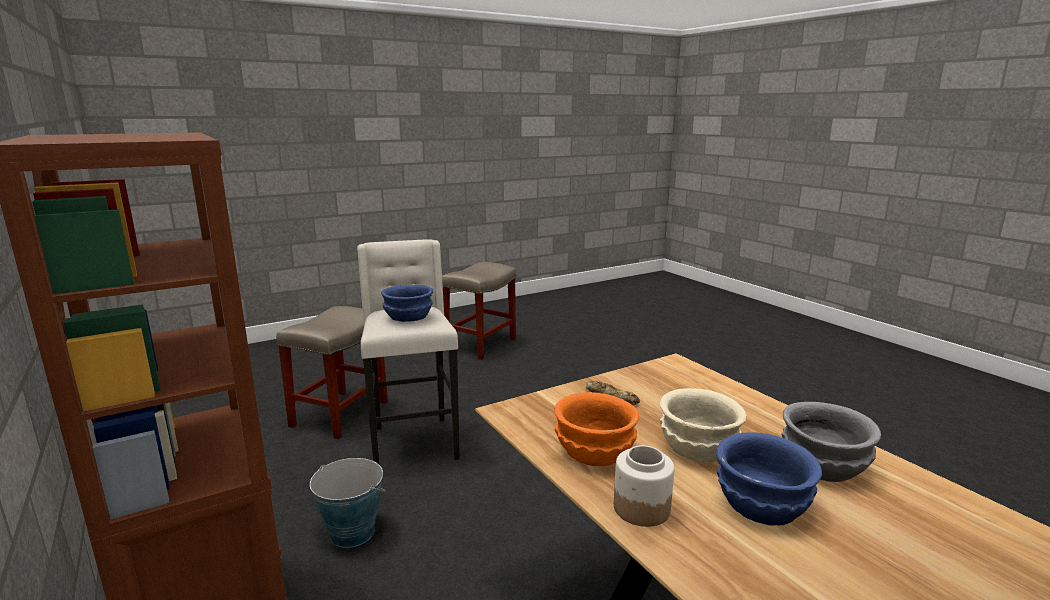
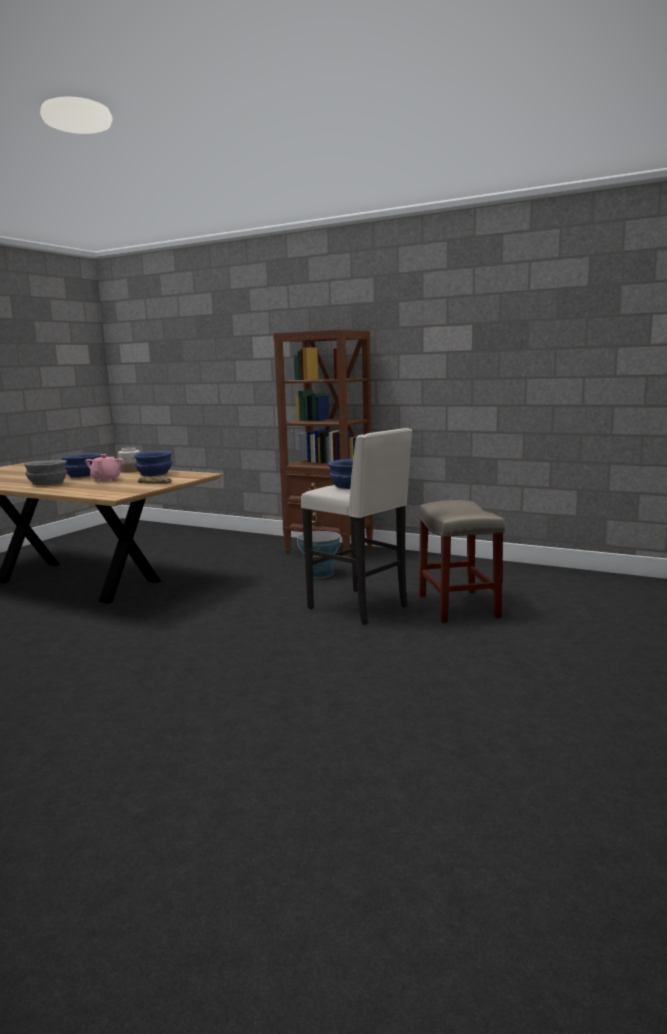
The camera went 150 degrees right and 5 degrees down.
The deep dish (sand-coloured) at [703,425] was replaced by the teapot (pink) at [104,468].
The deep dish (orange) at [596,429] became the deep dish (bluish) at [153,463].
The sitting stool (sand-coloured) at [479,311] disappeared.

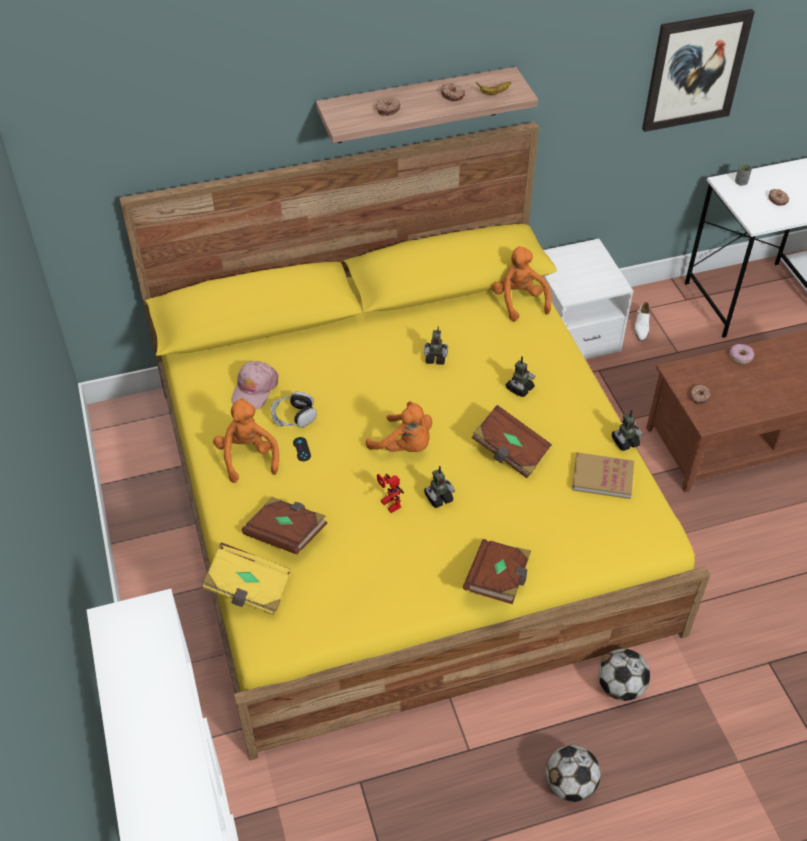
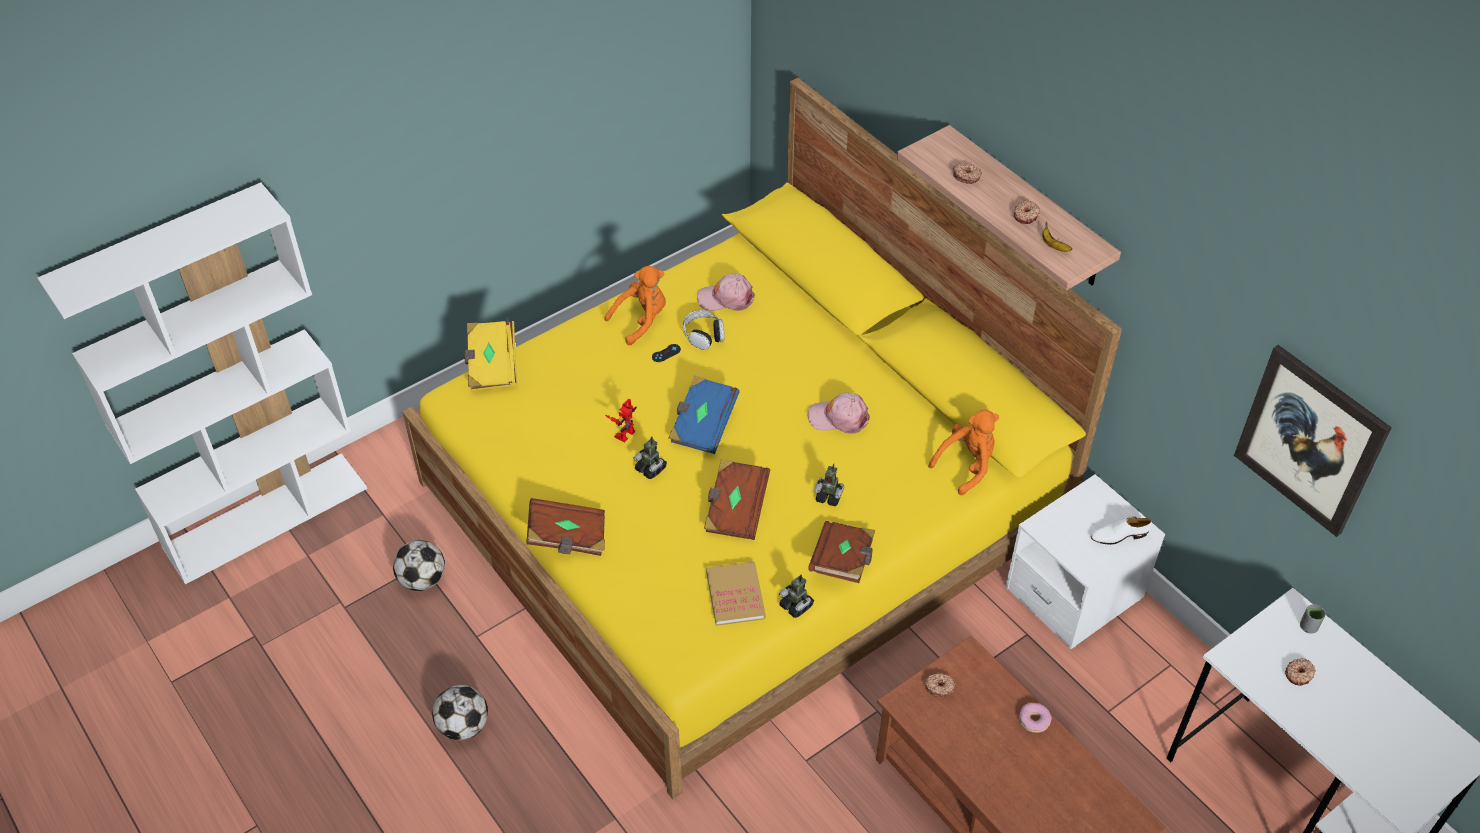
The camera went 70 degrees right and 0 degrees up.
The ball for football moved from [624,674] to [419,565].
The plush toy (orange) at [399,426] was replaced by the volume (bluish) at [704,415].
The toy robot at [436,345] was replaced by the peaked cap (pink) at [839,413].
The volume (brown) moved from [285,526] to [841,552].
The low shoe (whitish) moved from [642,321] to [1121,530].

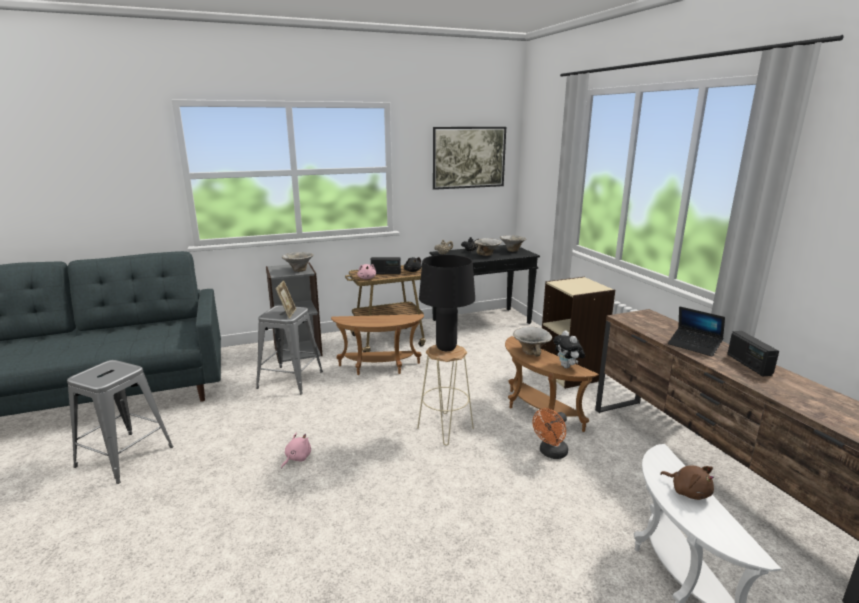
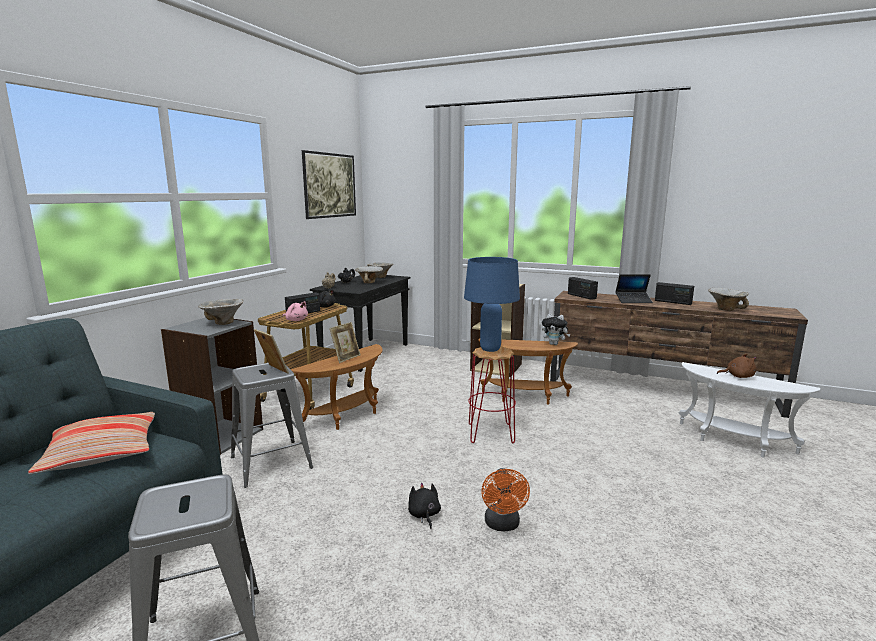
The camera went 45 degrees left and 5 degrees down.
The pillow at [91,443] appeared.
The photo frame at [345,342] appeared.
The plush toy (pink) at [296,450] became the plush toy (black) at [424,506].
The tabletop lamp (black) at [447,303] became the tabletop lamp (bluish) at [492,304].
The sitting stool (sand-coloured) at [445,395] became the sitting stool (reddish) at [492,394].
The electric fan (orange) moved from [550,433] to [505,499].
The radio set at [583,288] appeared.
The deep dish moved from [532,342] to [728,299].

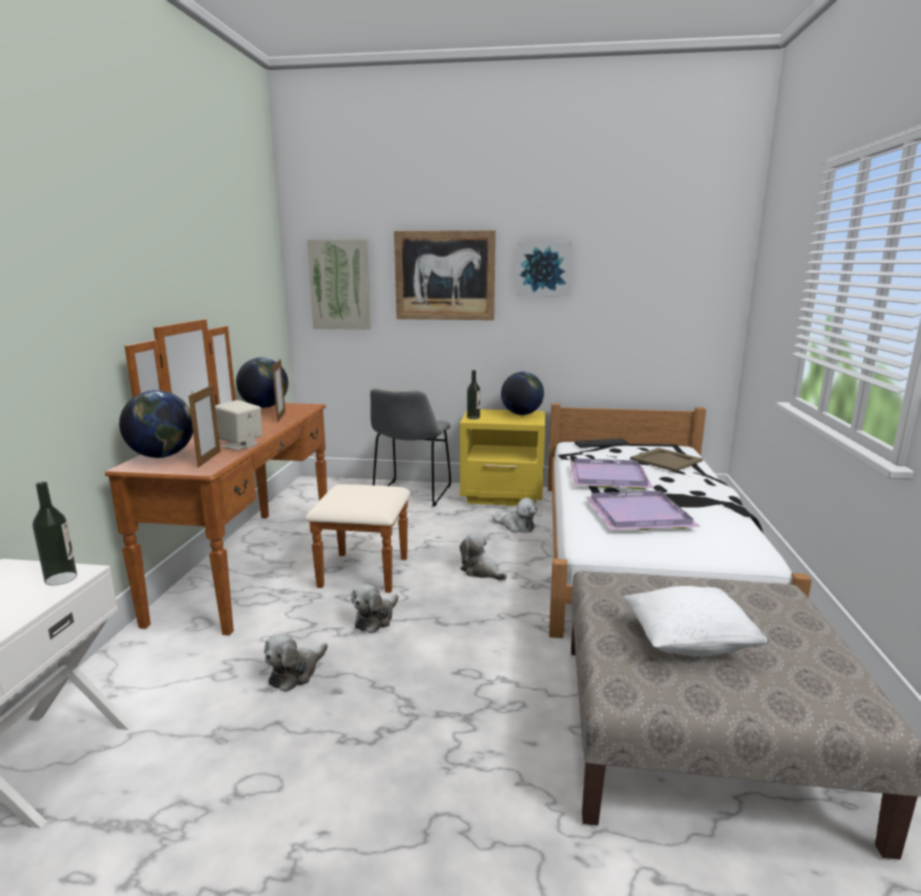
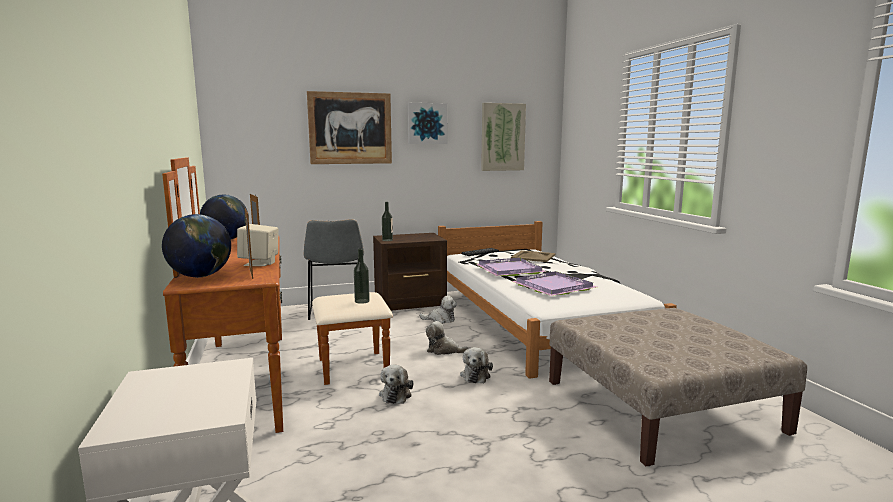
The camera went 25 degrees left and 5 degrees down.
The drink bottle moved from [55,534] to [362,276].
The night table (yellow-coloured) at [502,457] became the night table (brown) at [410,272].
The plush toy moved from [296,663] to [476,365].
The picture moved from [339,284] to [503,137].
The globe at [522,393] disappeared.
The pillow (whitish) at [696,621] disappeared.

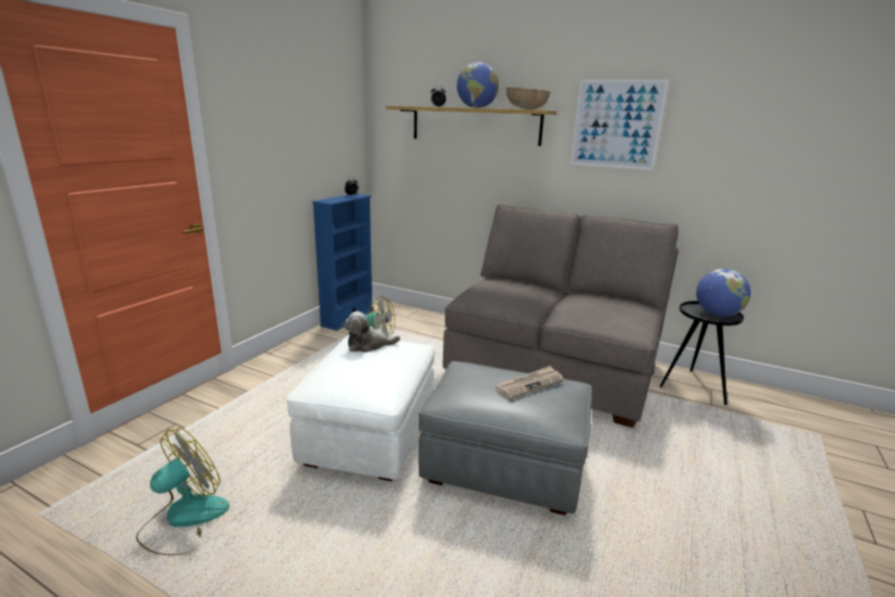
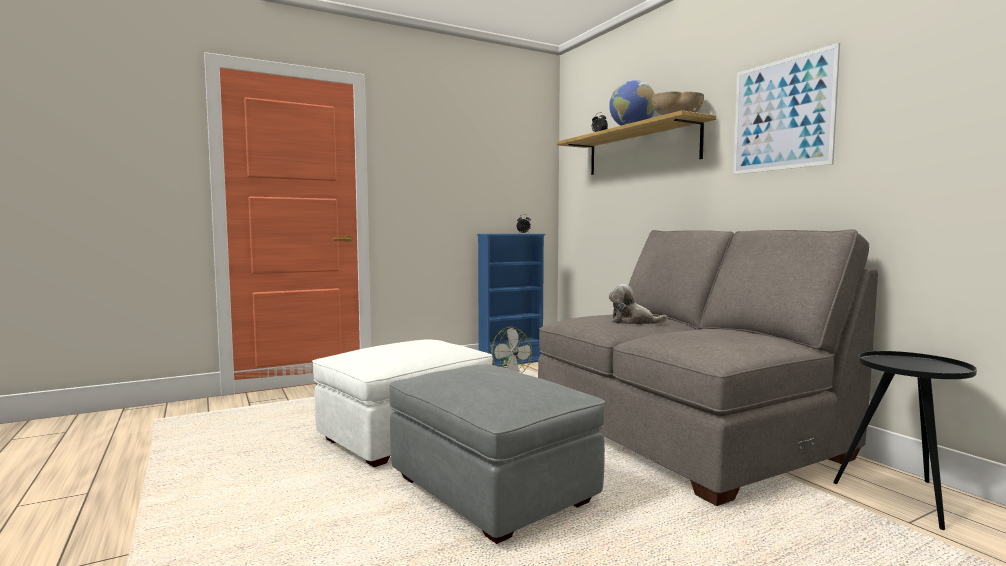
The camera went 35 degrees right and 15 degrees down.
The plush toy moved from [371,331] to [638,304].
The electric fan at [182,491] disappeared.
The newspaper at [530,382] disappeared.
The globe at [723,293] disappeared.

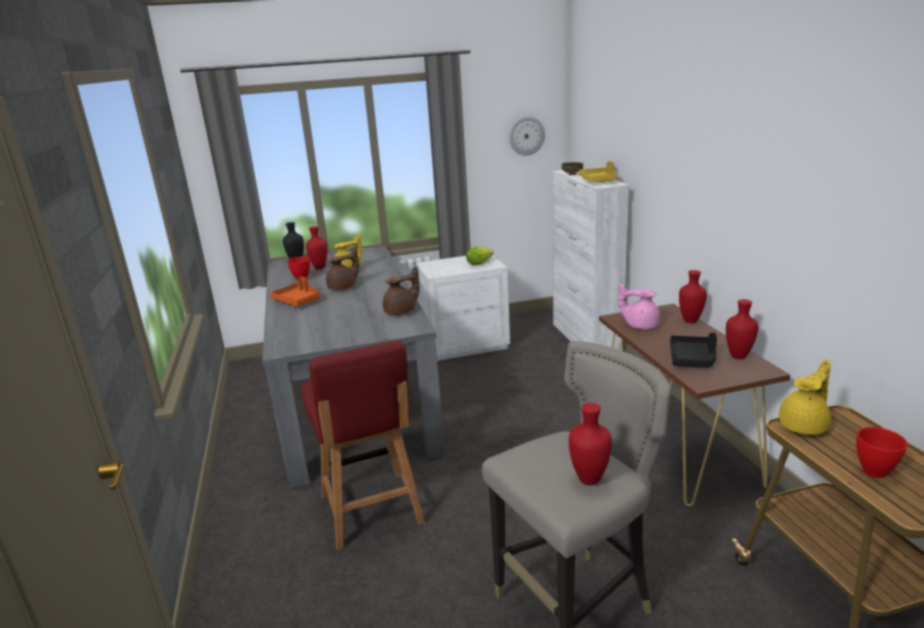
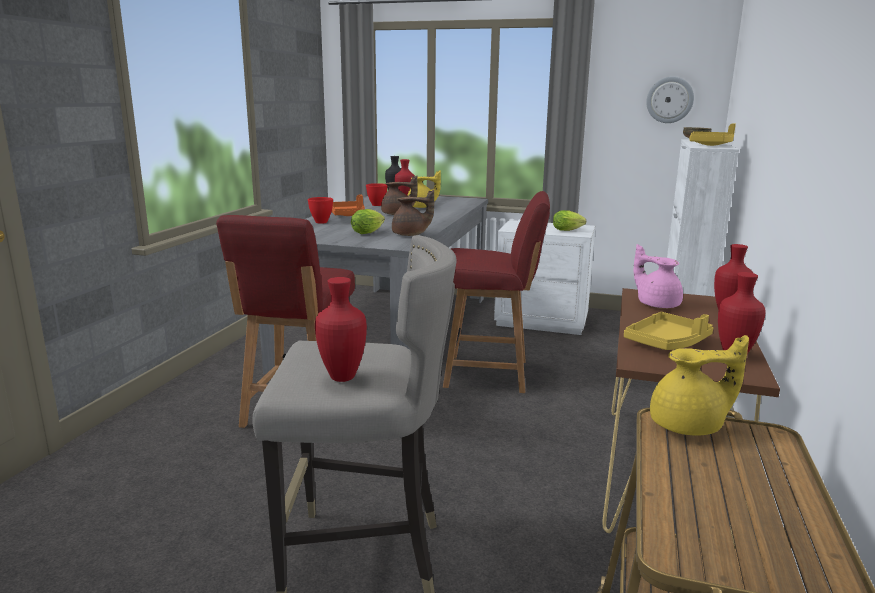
The camera went 30 degrees right and 5 degrees down.
The deep dish (reddish) moved from [882,452] to [320,210].
The head of lettuce at [368,221] appeared.
The upright chair (reddish) at [496,292] appeared.
The tray (black) at [693,350] became the tray (yellow-coloured) at [668,331].

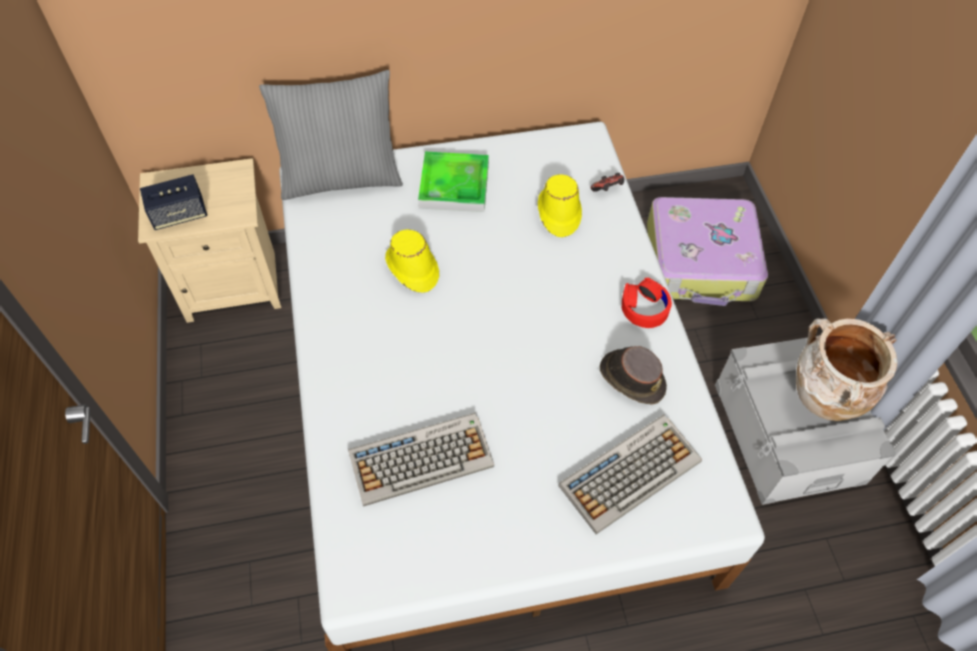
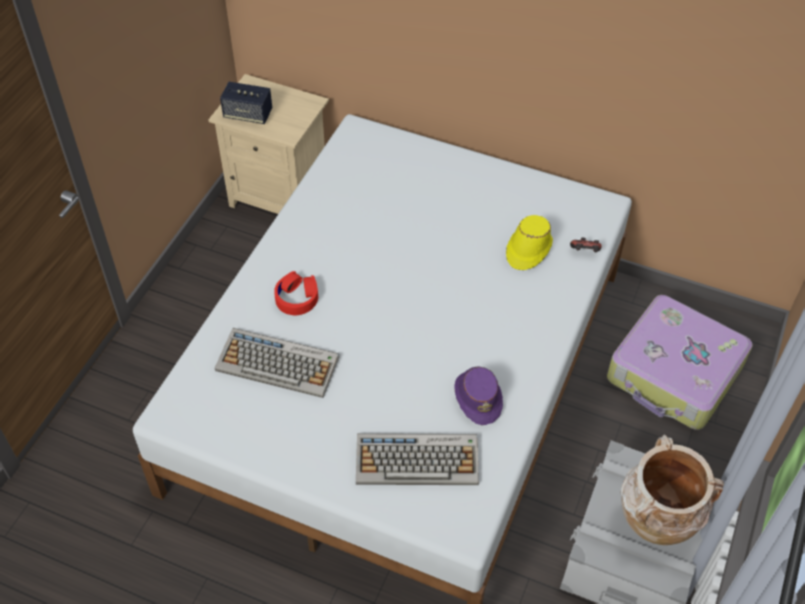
The camera went 35 degrees right and 5 degrees down.
The headset (reddish) moved from [647,303] to [296,293].
The hat (brown) at [633,375] became the hat (purple) at [478,396].
The pillow (gray) at [331,135] disappeared.
The hat (yellow-coloured) at [412,261] disappeared.
The tray at [453,182] disappeared.

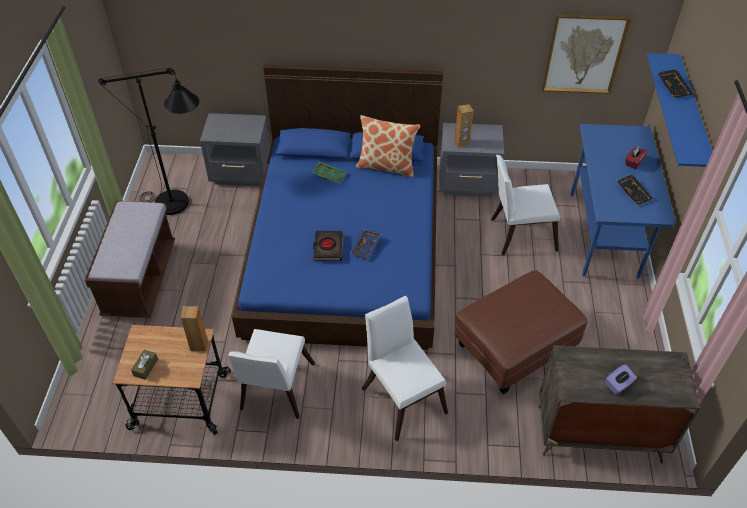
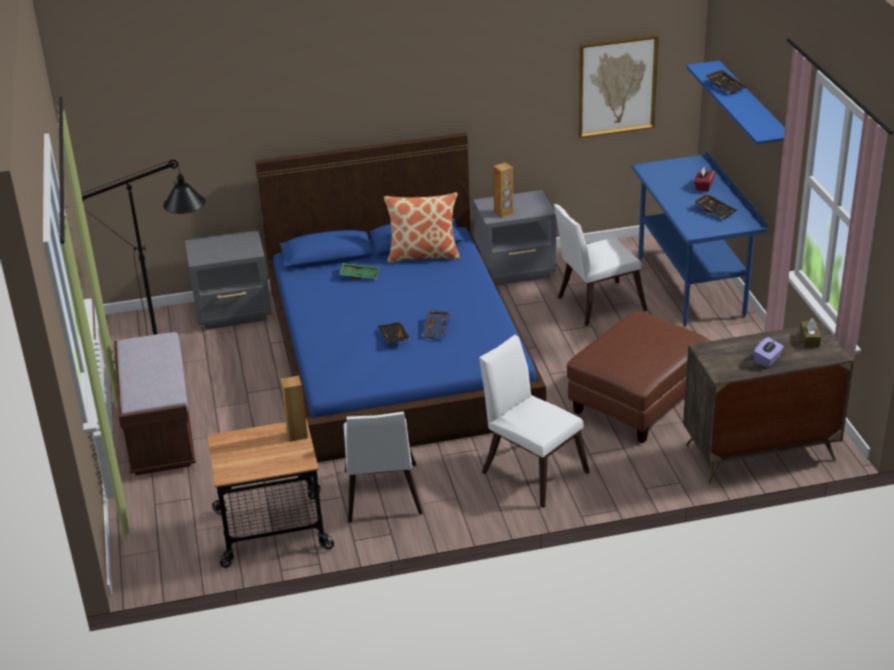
The camera went 15 degrees left and 15 degrees down.
The volume (black) at [328,246] was replaced by the tray (black) at [394,332].
The tissue holder (brown) moved from [144,365] to [810,333].

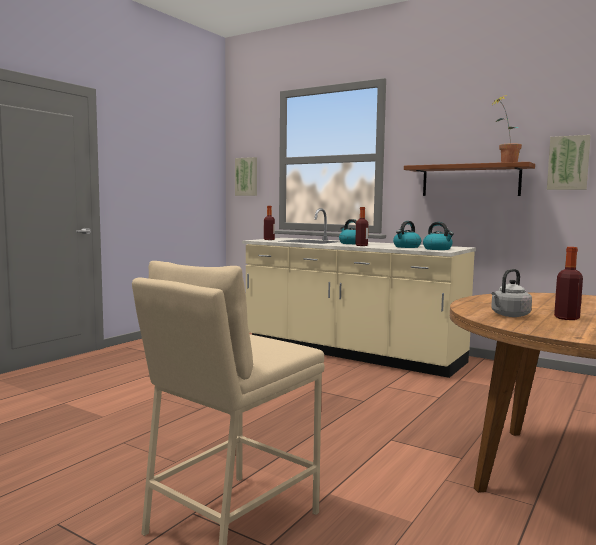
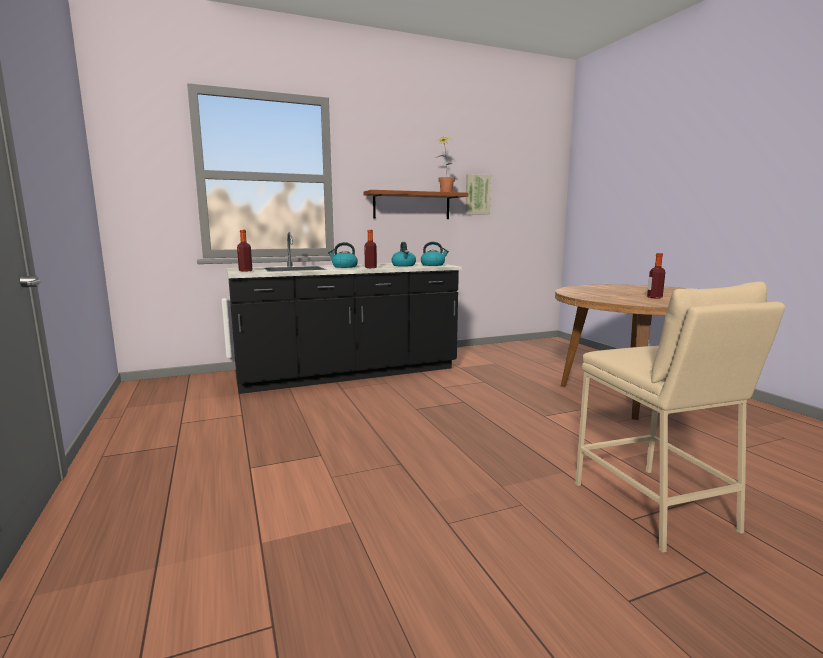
The camera went 55 degrees left and 5 degrees up.
The counter (sand-coloured) at [359,293] became the counter (black) at [344,313].
The picture at [246,176] disappeared.
The kettle (gray) at [511,293] disappeared.

